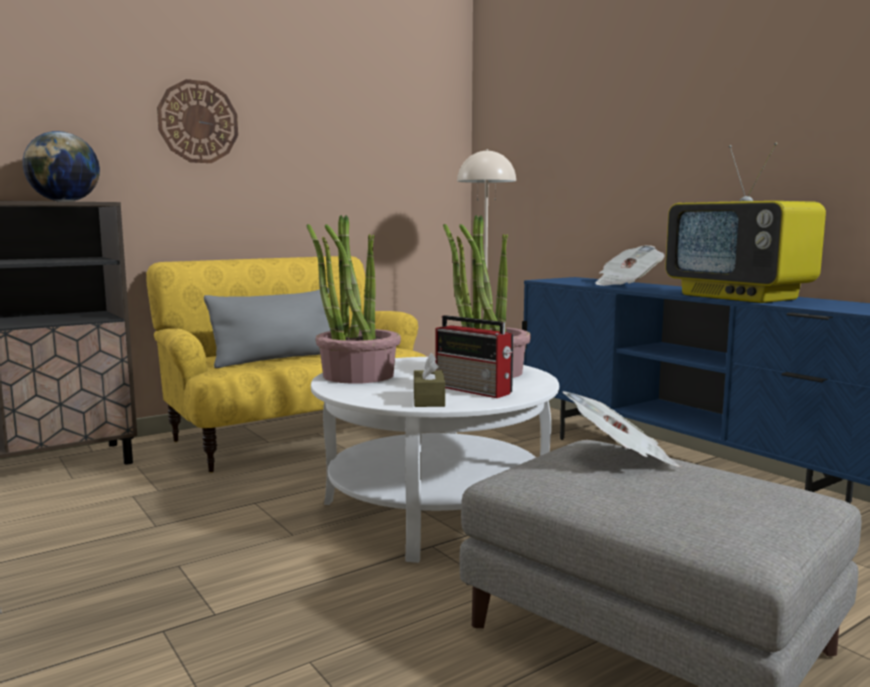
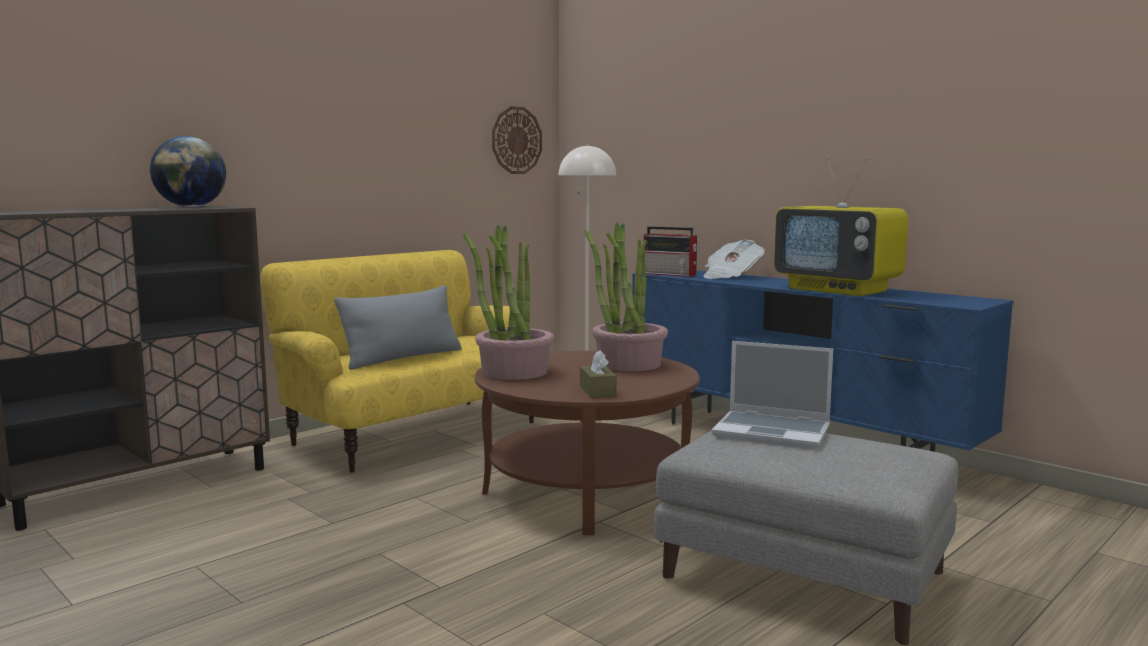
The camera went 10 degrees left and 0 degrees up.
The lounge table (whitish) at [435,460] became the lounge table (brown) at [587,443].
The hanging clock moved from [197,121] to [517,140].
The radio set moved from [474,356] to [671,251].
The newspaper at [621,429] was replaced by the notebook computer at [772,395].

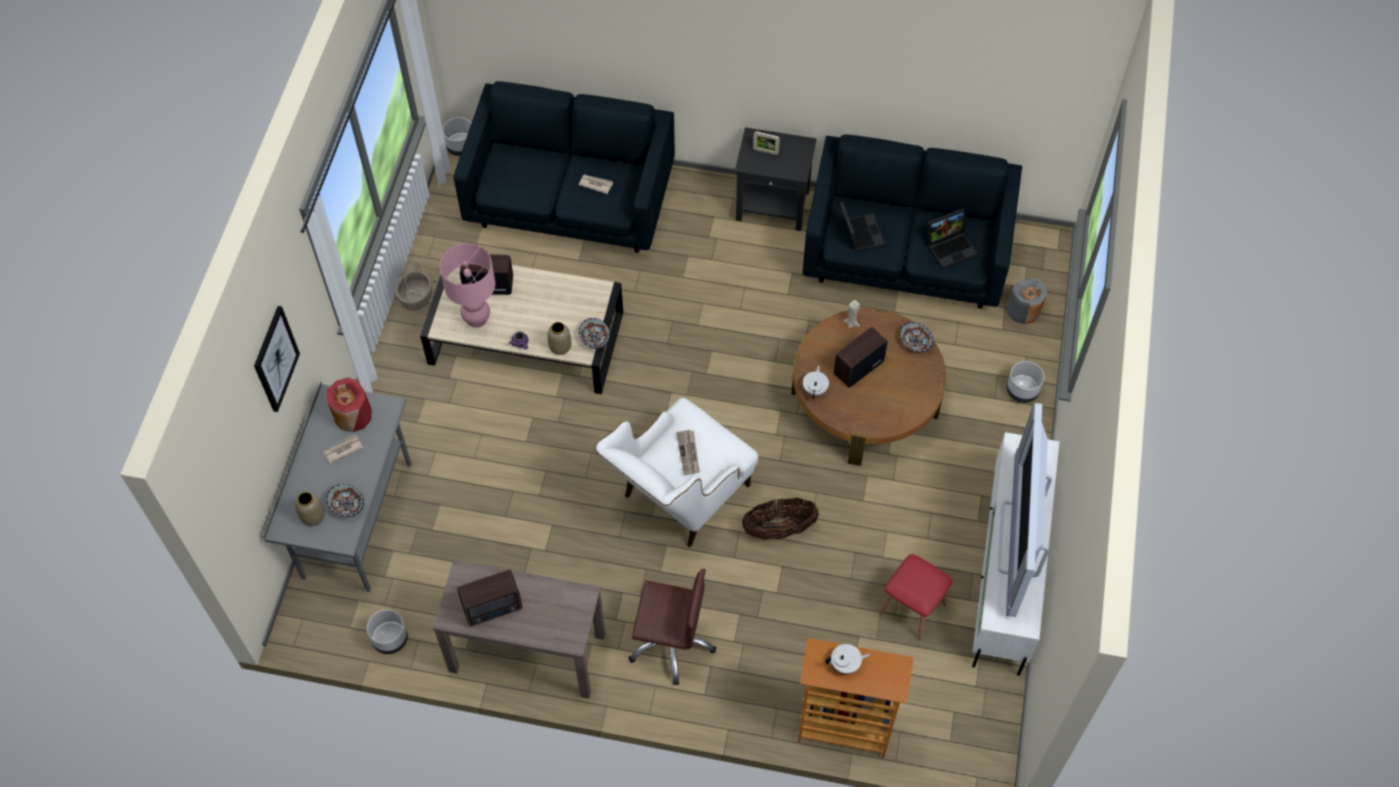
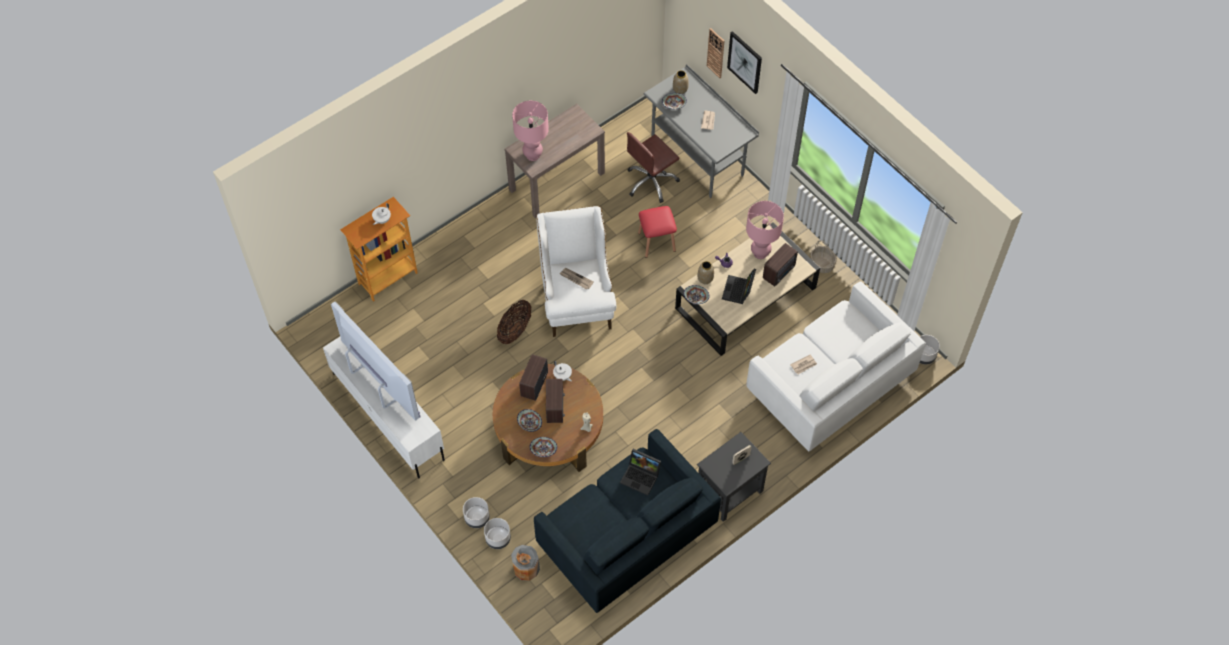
The camera went 130 degrees right and 0 degrees up.
The plant pot (gray) moved from [387,631] to [497,533].
The tabletop lamp (pink) at [530,131] appeared.
The deep dish at [529,420] appeared.
The radio set moved from [489,598] to [533,377].
The desk chair (brown) moved from [672,627] to [653,167].
The sitting stool (reddish) moved from [915,597] to [657,232].
The hanging clock at [715,53] appeared.
The notebook computer moved from [953,238] to [739,286].
The settee (bluish) at [564,167] became the settee (whitish) at [836,366].
The flower vase (reddish) at [349,404] disappeared.

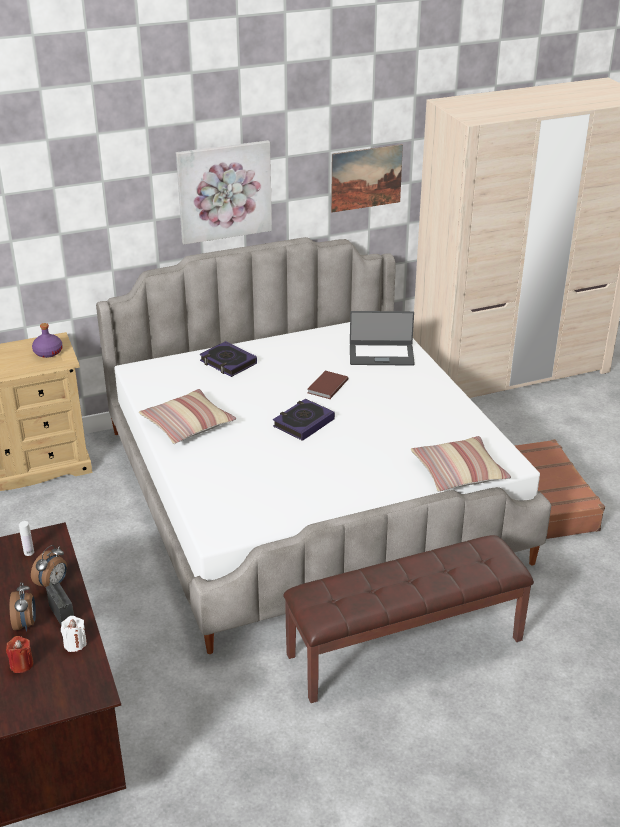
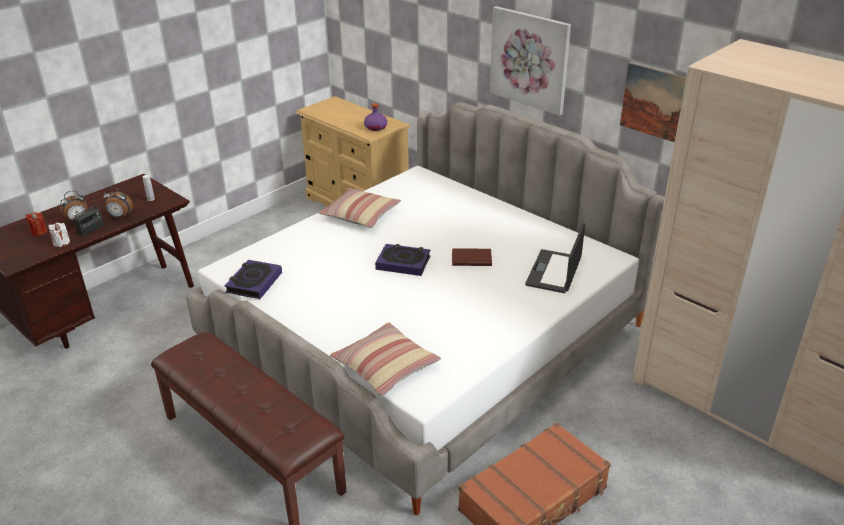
The camera went 65 degrees right and 0 degrees up.
The volume moved from [228,359] to [253,279].
The notebook computer at [382,338] turned 45 degrees clockwise.

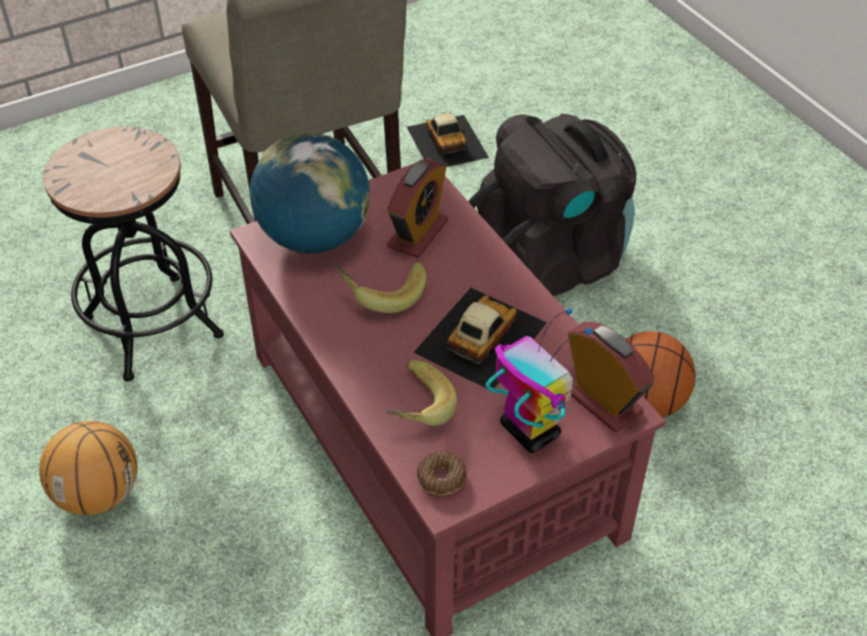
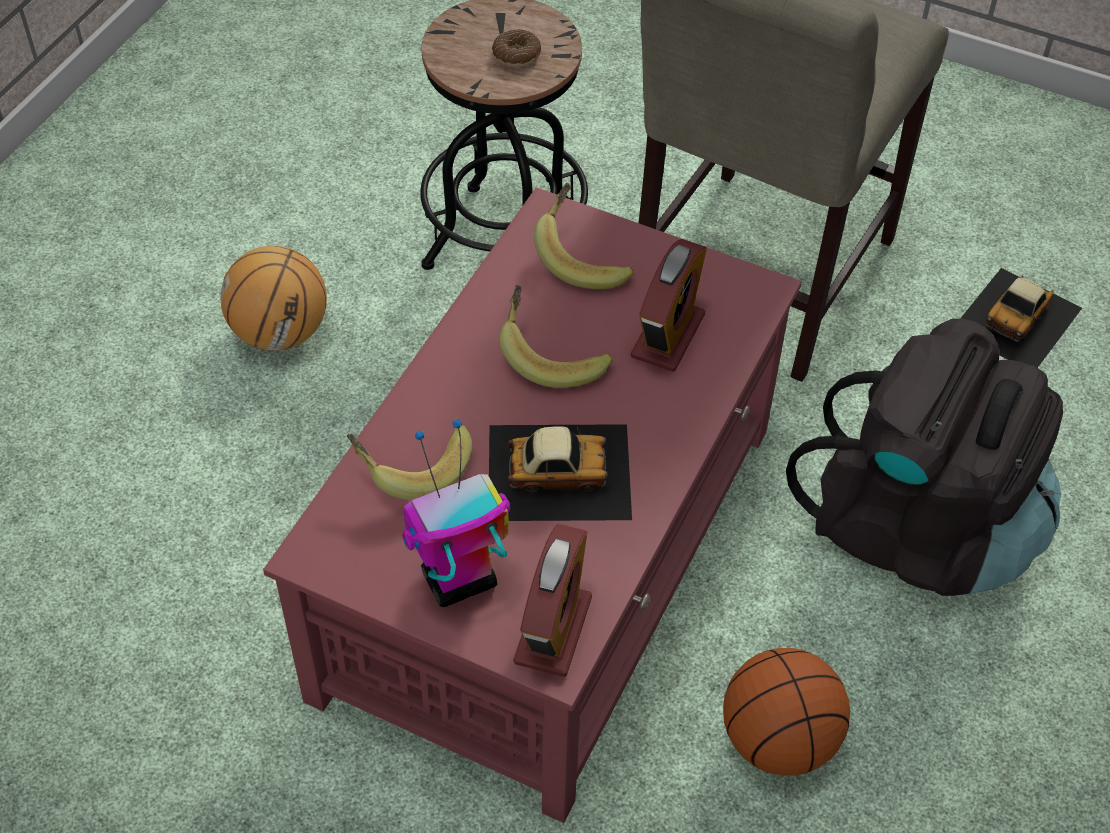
The camera went 55 degrees right and 5 degrees up.
The toy robot at [538,380] turned 135 degrees counterclockwise.
The ring doughnut moved from [442,473] to [516,48].
The globe at [310,193] was replaced by the whole banana at [584,236].
The bedside clock at [417,208] turned 60 degrees counterclockwise.

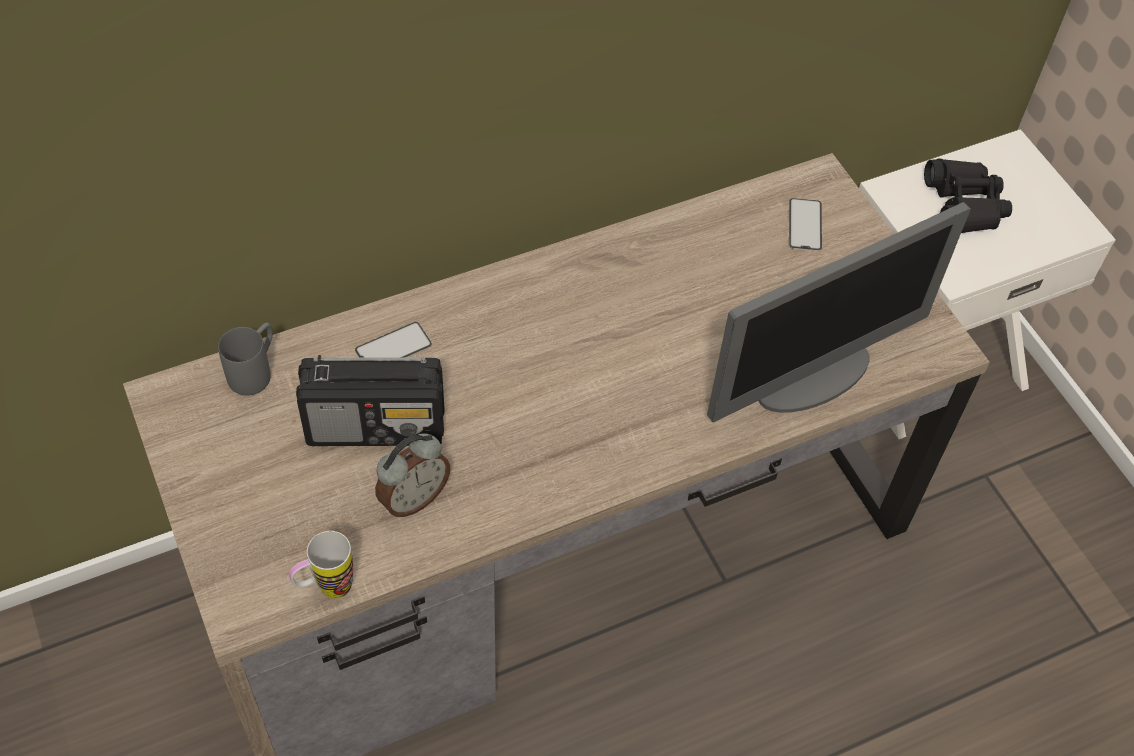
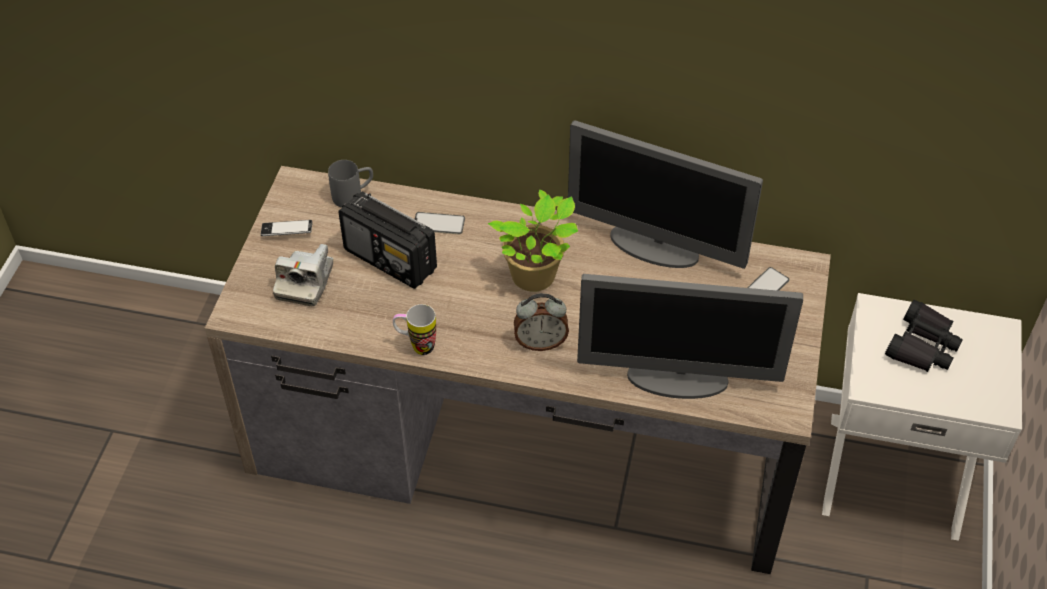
The camera went 40 degrees right and 5 degrees down.
The telephone at [286,228] appeared.
The still camera at [303,275] appeared.
The mug moved from [321,564] to [414,329].
The plant in a pot at [533,241] appeared.
The bedside clock moved from [412,475] to [541,322].
The monitor at [665,194] appeared.

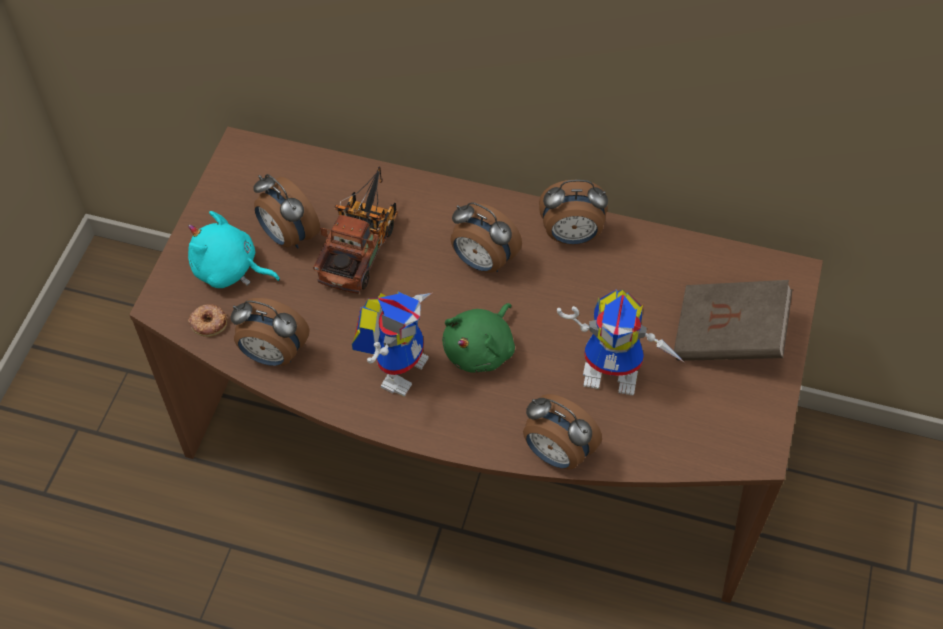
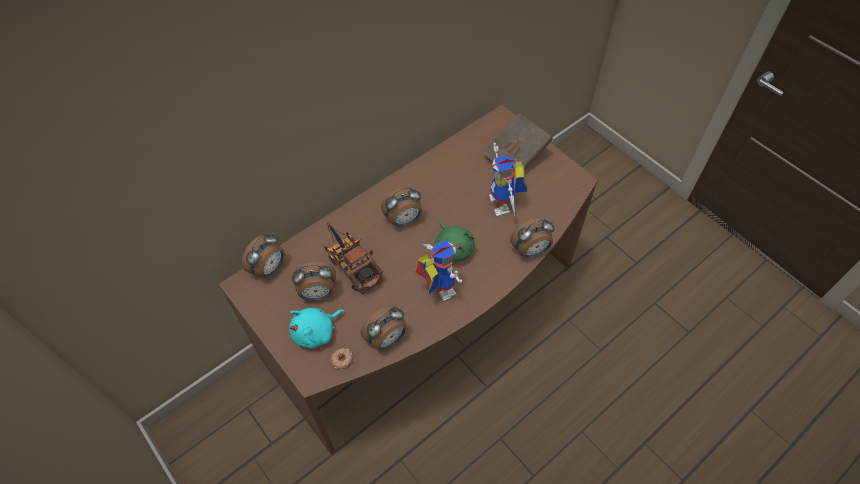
The camera went 55 degrees left and 0 degrees up.
The bedside clock moved from [573,212] to [263,255].
The toy robot at [621,343] turned 120 degrees clockwise.

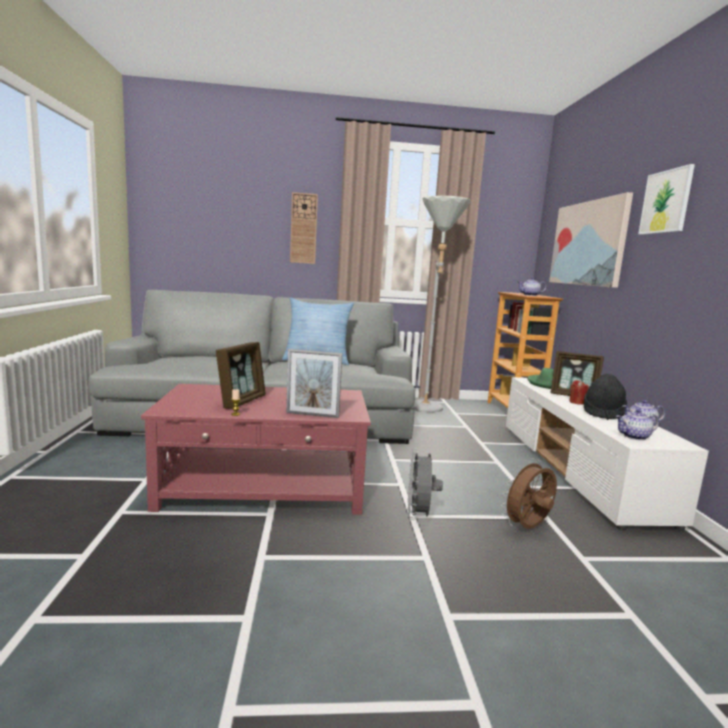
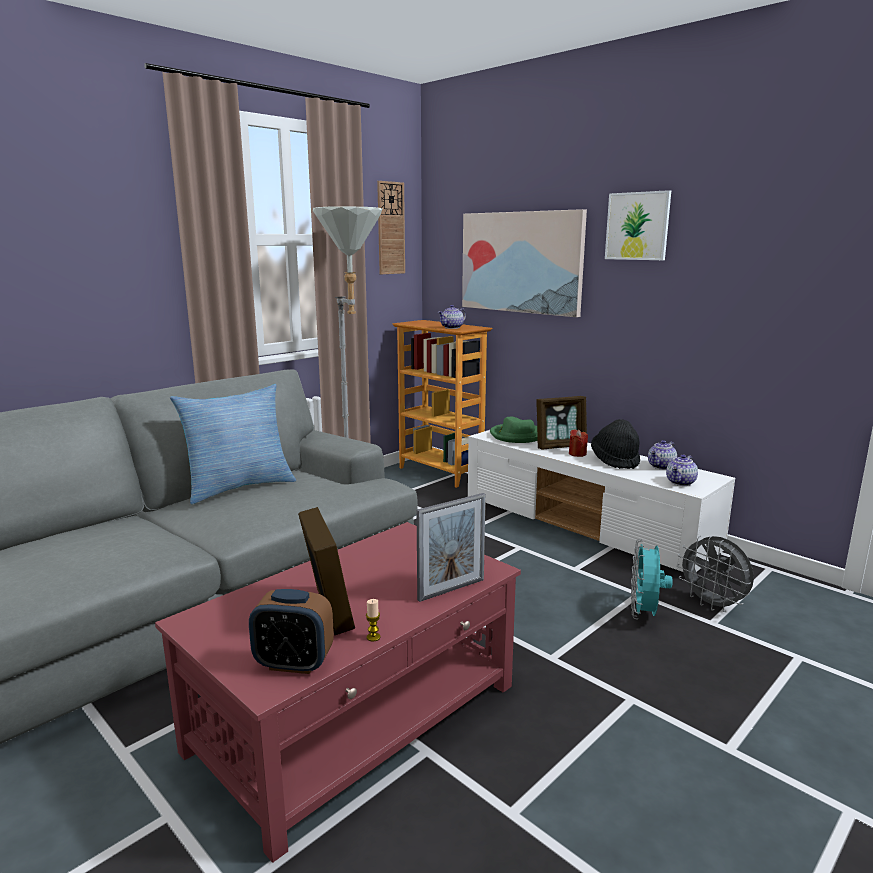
The camera went 40 degrees left and 5 degrees up.
The bedside clock at [291,631] appeared.
The hanging clock moved from [304,228] to [391,227].
The electric fan (brown) at [529,493] became the electric fan (turquoise) at [652,579].
The electric fan (gray) moved from [425,484] to [715,574].

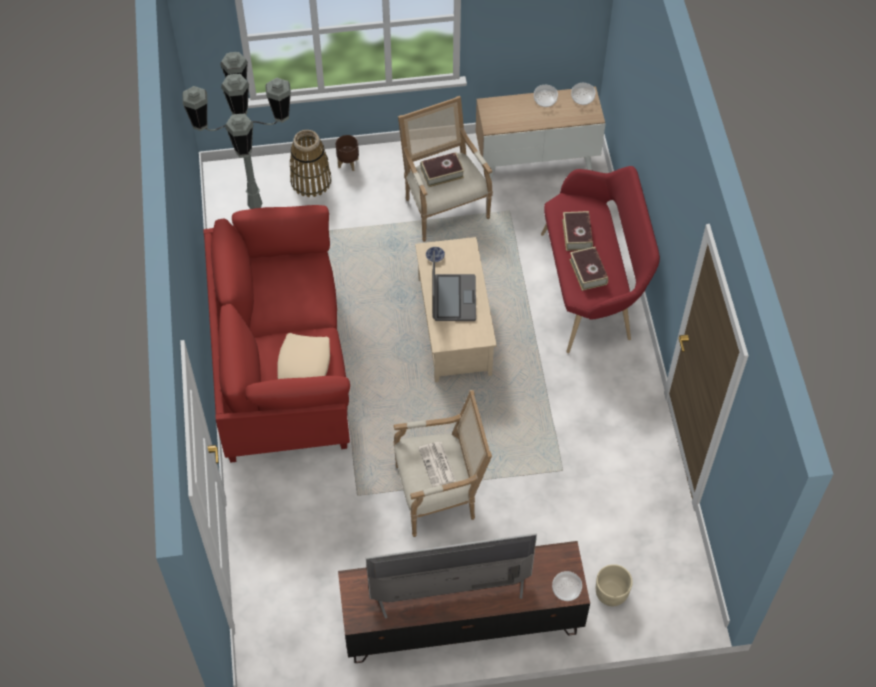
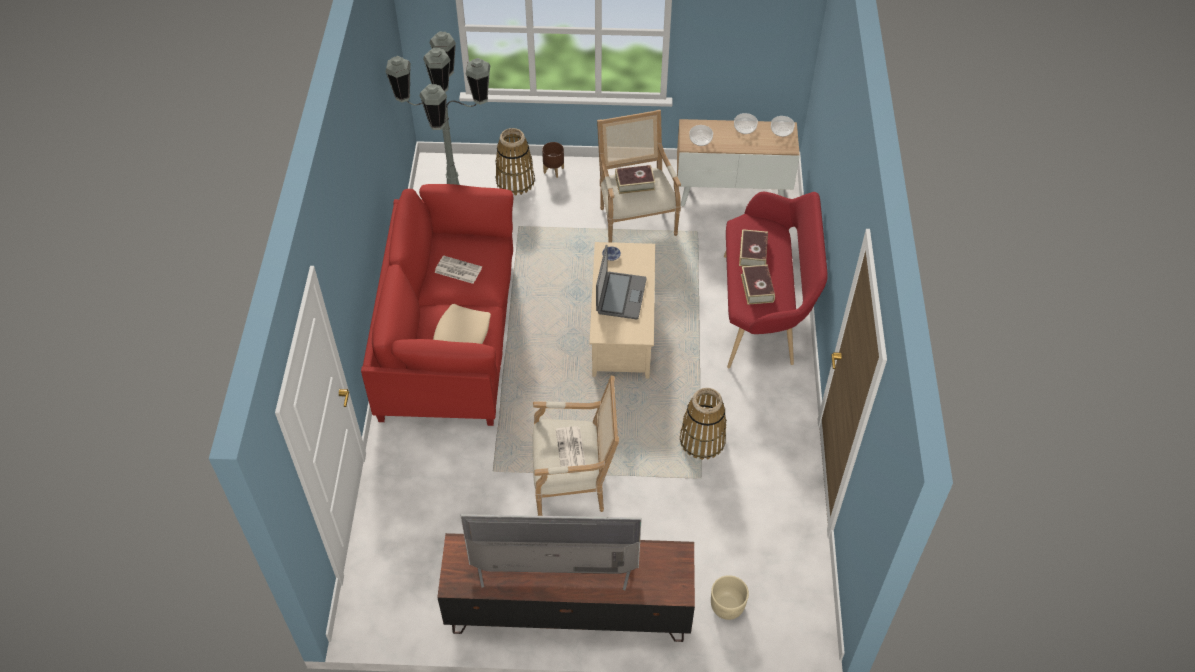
The camera went 10 degrees right and 5 degrees down.
The newspaper at [458,269] appeared.
The household basket at [703,424] appeared.
The deep dish moved from [567,586] to [701,135].

